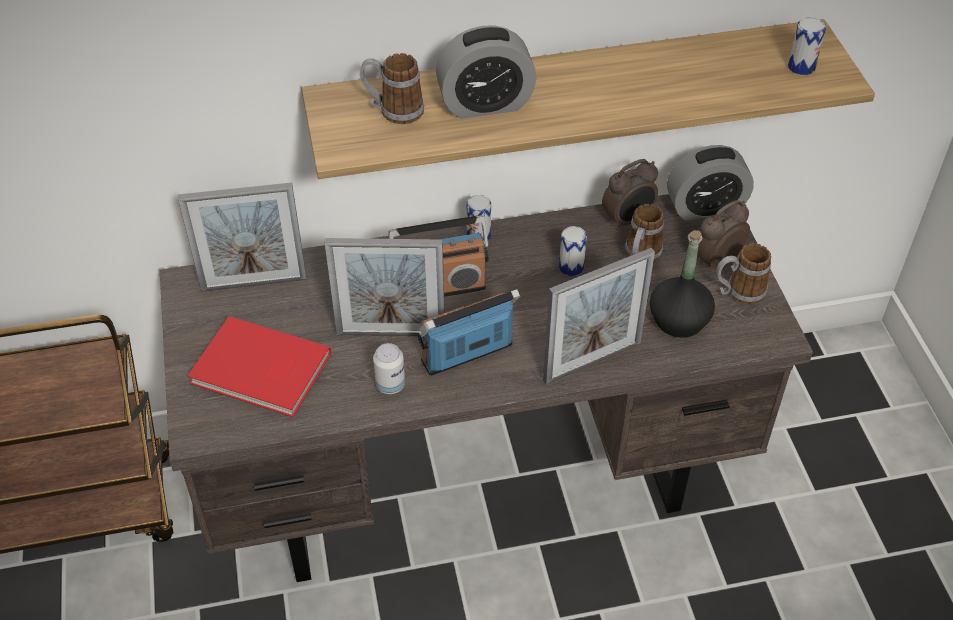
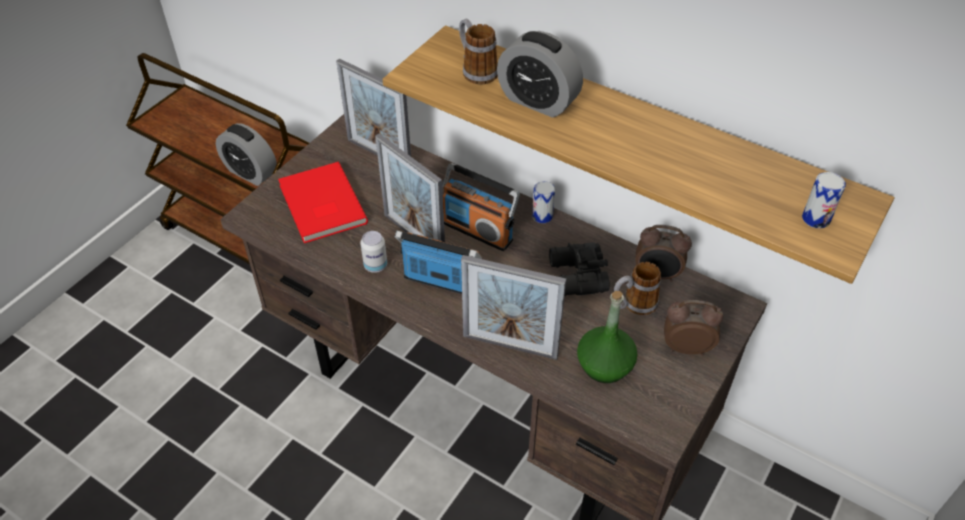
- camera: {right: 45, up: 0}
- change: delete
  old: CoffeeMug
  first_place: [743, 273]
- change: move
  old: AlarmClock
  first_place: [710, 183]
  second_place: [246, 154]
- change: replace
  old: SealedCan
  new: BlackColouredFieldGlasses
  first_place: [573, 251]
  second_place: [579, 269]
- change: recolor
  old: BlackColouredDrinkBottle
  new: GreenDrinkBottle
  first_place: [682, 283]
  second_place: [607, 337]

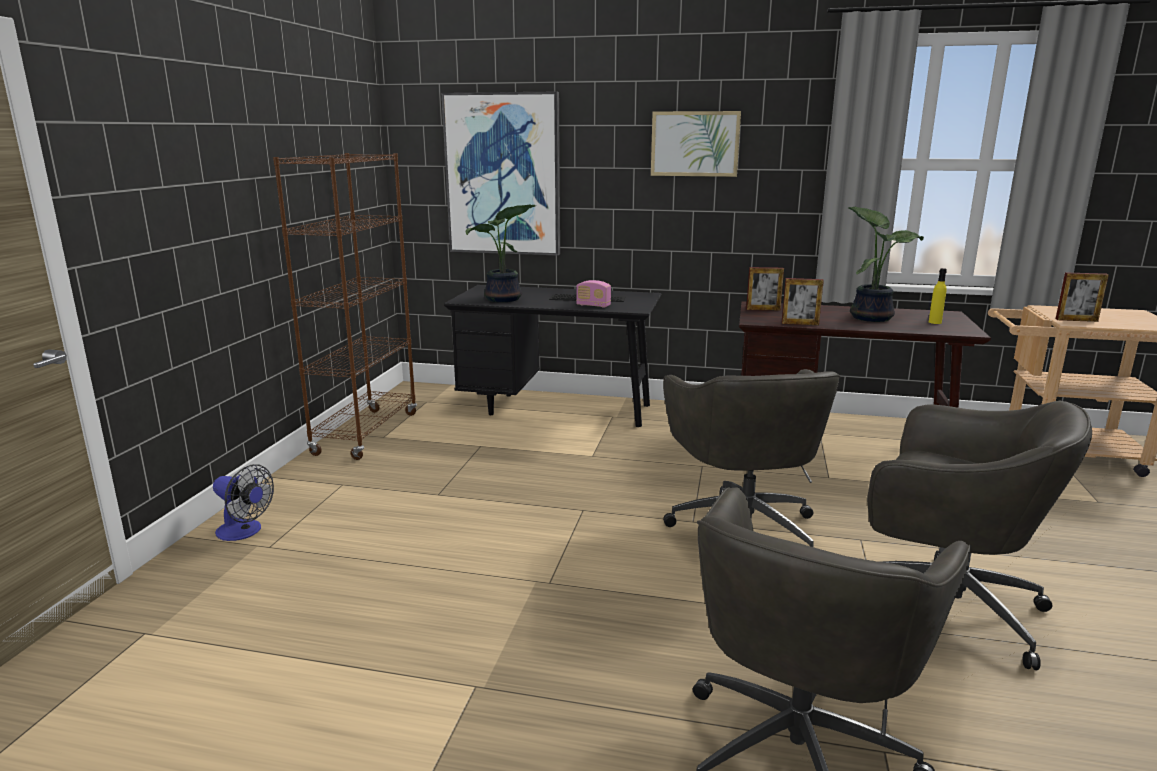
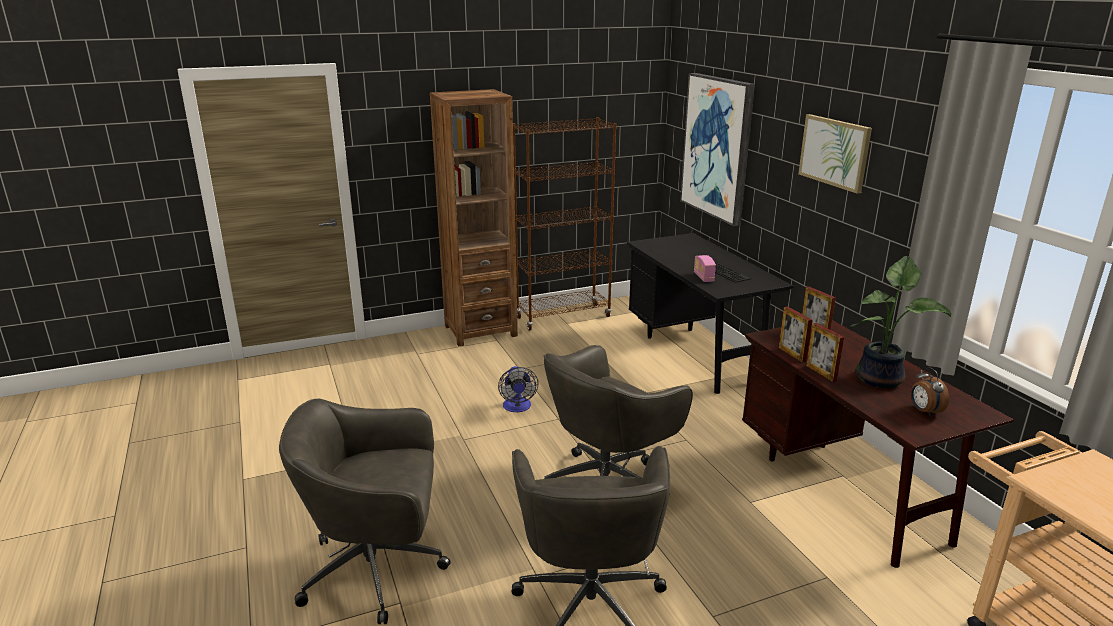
- camera: {right: 55, up: 5}
- change: delete
  old: PlantInAPot
  first_place: [501, 253]
- change: insert
  new: BrownishBookcase
  second_place: [474, 218]
- change: move
  old: Fan
  first_place: [243, 502]
  second_place: [518, 389]
- change: move
  old: PhotoFrame
  first_place: [1082, 297]
  second_place: [825, 352]
- change: replace
  old: YellowColouredDrinkBottle
  new: AlarmClock
  first_place: [938, 296]
  second_place: [930, 391]

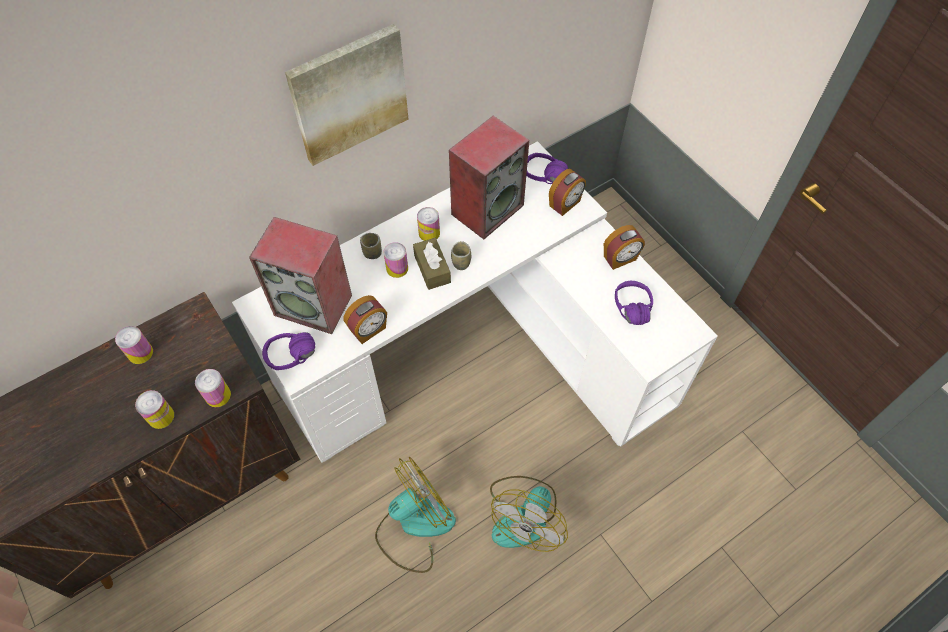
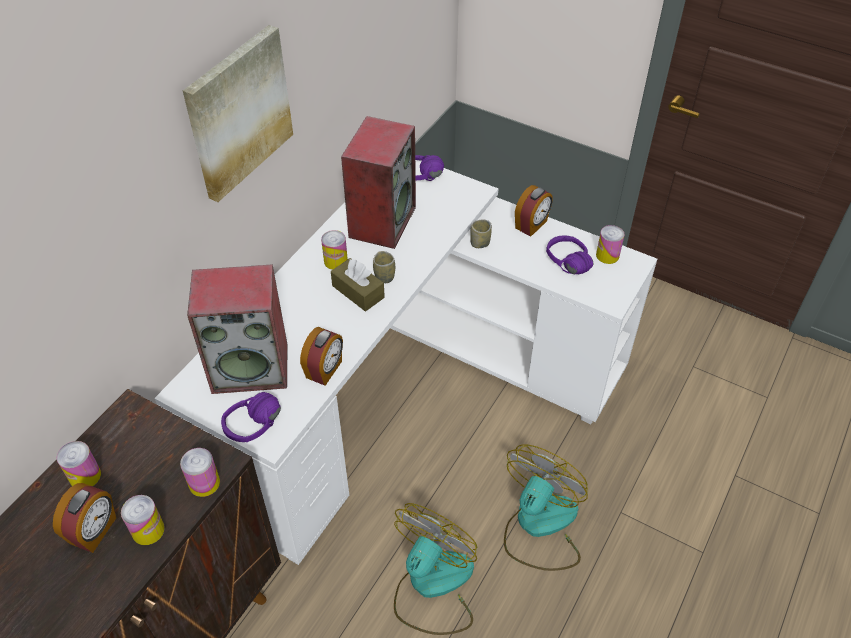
- camera: {right: -25, up: -10}
- change: move
  old: DrinkingCup
  first_place: [371, 246]
  second_place: [481, 234]
- change: move
  old: SealedCan
  first_place: [395, 260]
  second_place: [610, 244]
- change: move
  old: AlarmClock
  first_place: [567, 192]
  second_place: [84, 518]
- change: rotate
  old: Fan
  first_place: [529, 514]
  second_place: [546, 507]
  degrees: -150

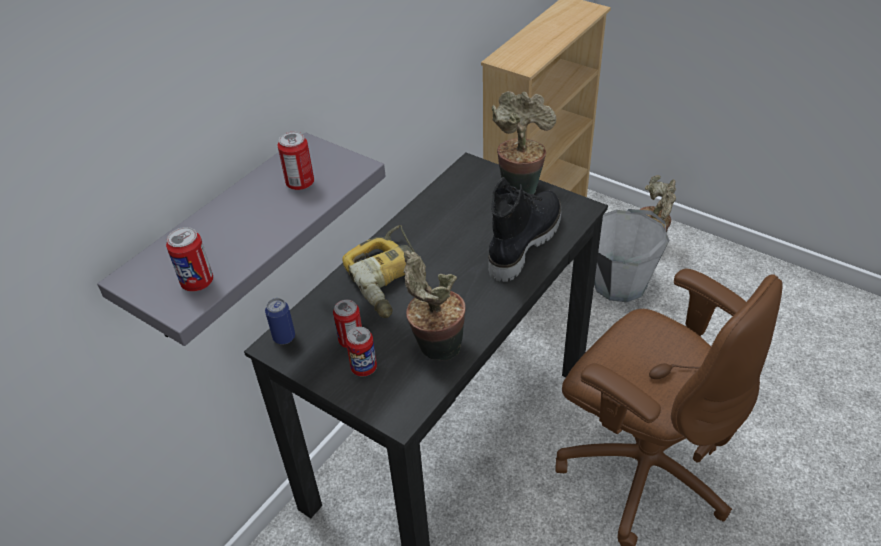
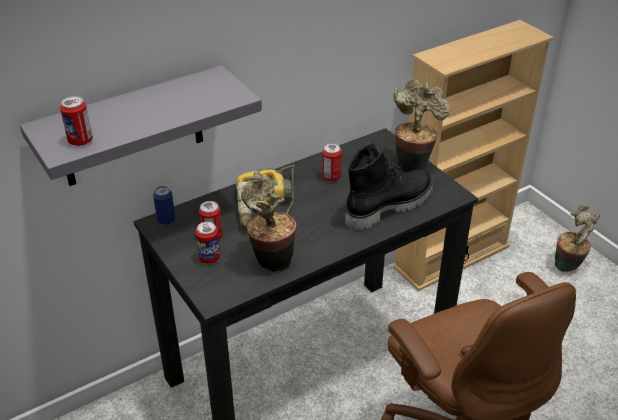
- camera: {right: 20, up: -5}
- change: delete
  old: GreyWaterBucket
  first_place: [632, 255]
- change: move
  old: SealedCan
  first_place: [296, 160]
  second_place: [332, 162]

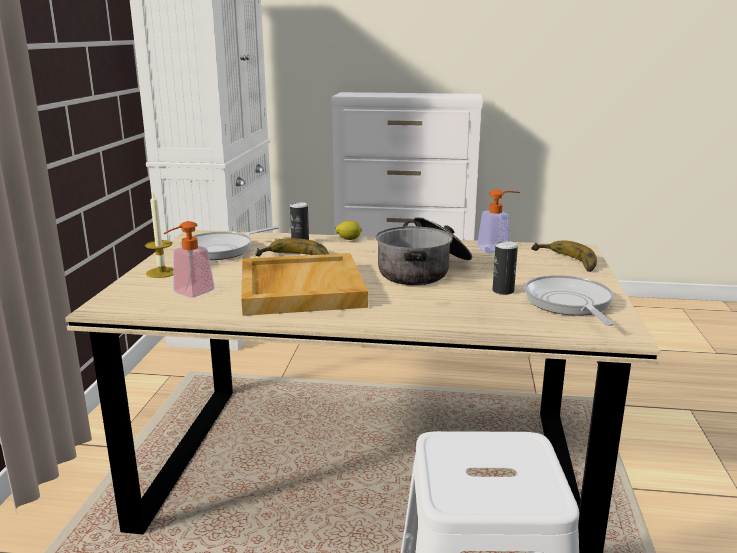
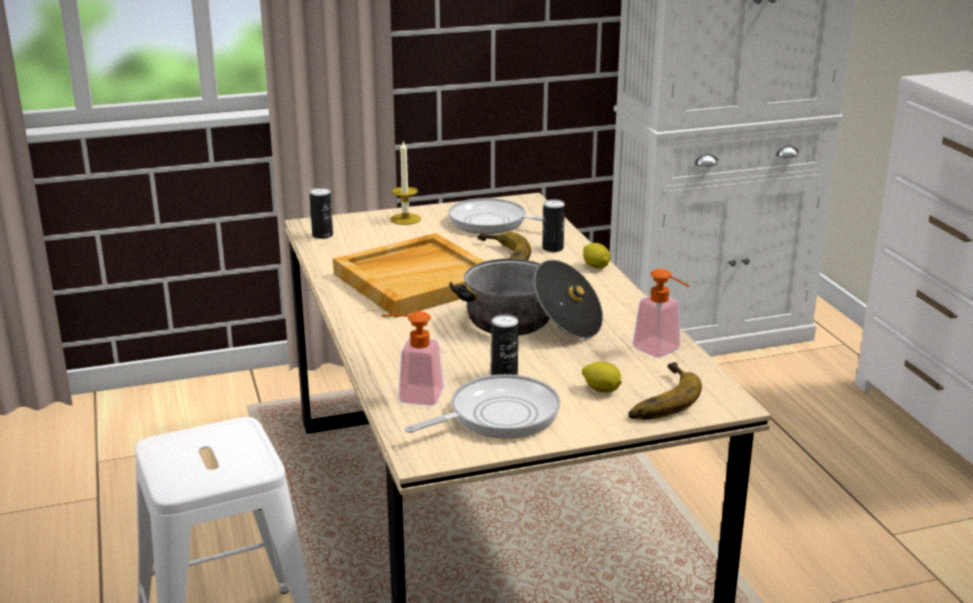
- camera: {right: 65, up: 5}
- change: insert
  new: SealedCan
  second_place: [321, 213]
- change: insert
  new: WholeLemon
  second_place: [602, 377]
- change: move
  old: SoapBottle
  first_place: [189, 259]
  second_place: [412, 358]

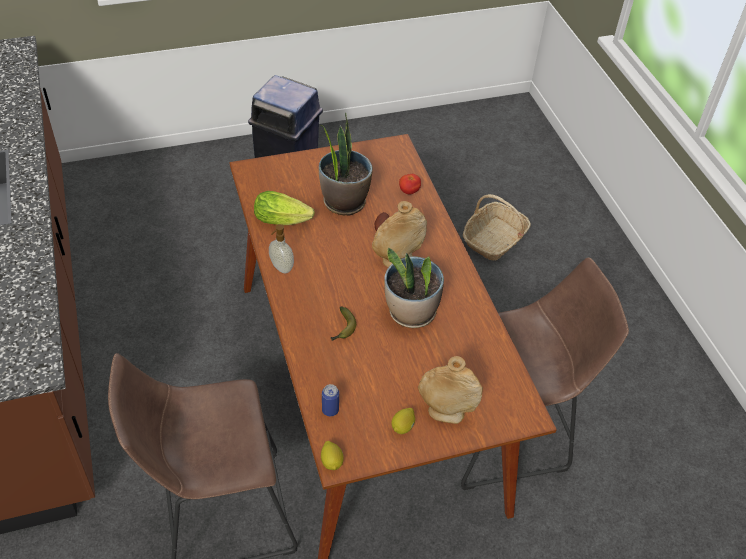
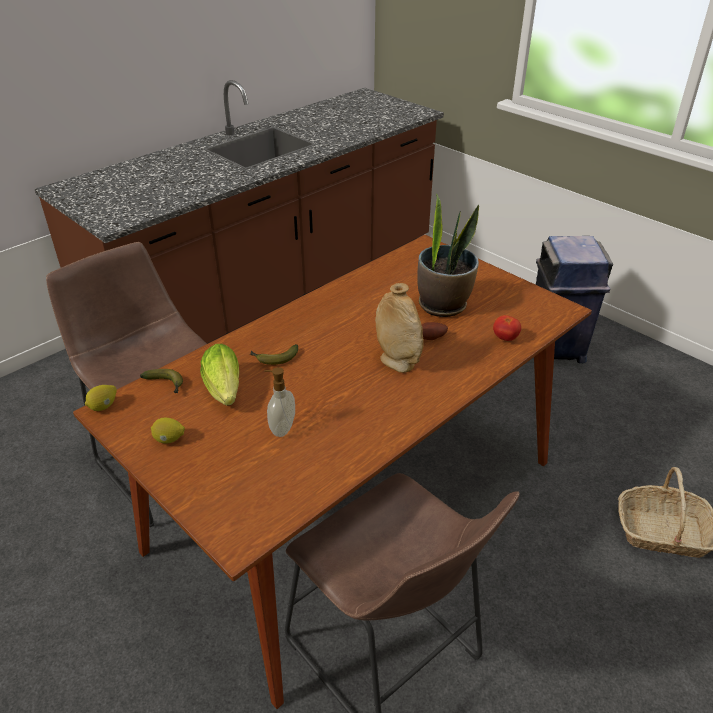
- camera: {right: 65, up: -10}
- change: delete
  old: PlantInAPot
  first_place: [414, 288]
- change: delete
  old: SandColouredVase
  first_place: [450, 390]
- change: move
  old: Lettuce
  first_place: [284, 208]
  second_place: [219, 375]
- change: move
  old: SoapBottle
  first_place: [281, 248]
  second_place: [279, 402]
- change: replace
  old: SealedCan
  new: BananaFruit
  first_place: [330, 400]
  second_place: [161, 381]

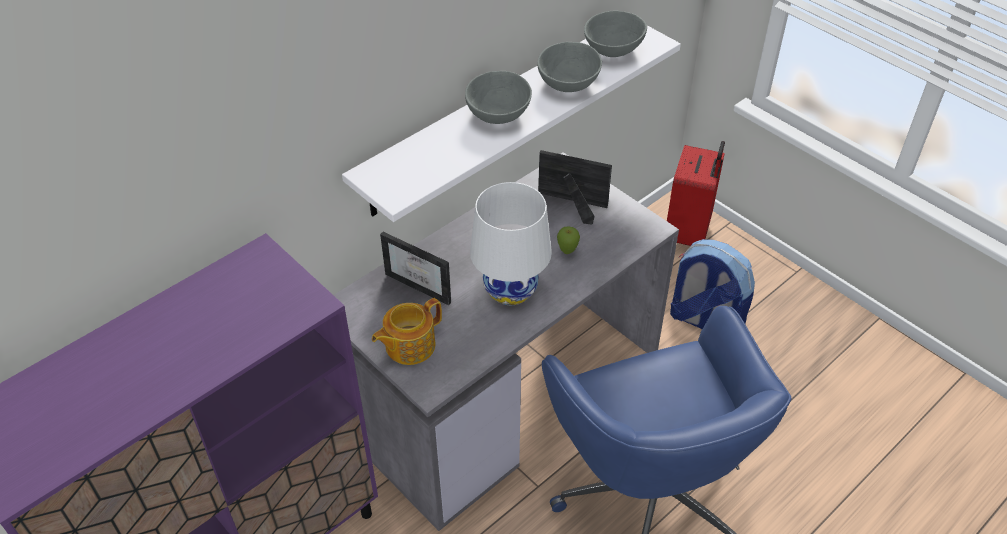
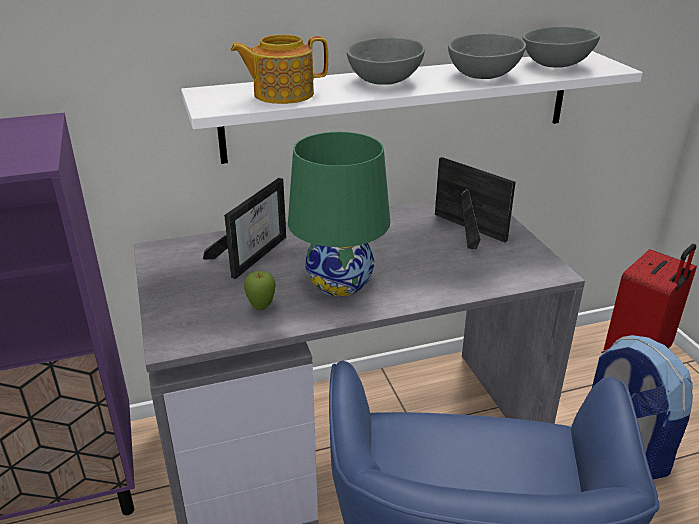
- camera: {right: 25, up: -15}
- change: move
  old: PotForTea
  first_place: [407, 331]
  second_place: [279, 69]
- change: move
  old: WholeApple
  first_place: [568, 240]
  second_place: [259, 290]
- change: recolor
  old: WhiteColouredTableLamp
  new: GreenTableLamp
  first_place: [511, 243]
  second_place: [339, 214]
- change: rotate
  old: PhotoFrame
  first_place: [415, 268]
  second_place: [244, 228]
  degrees: -120

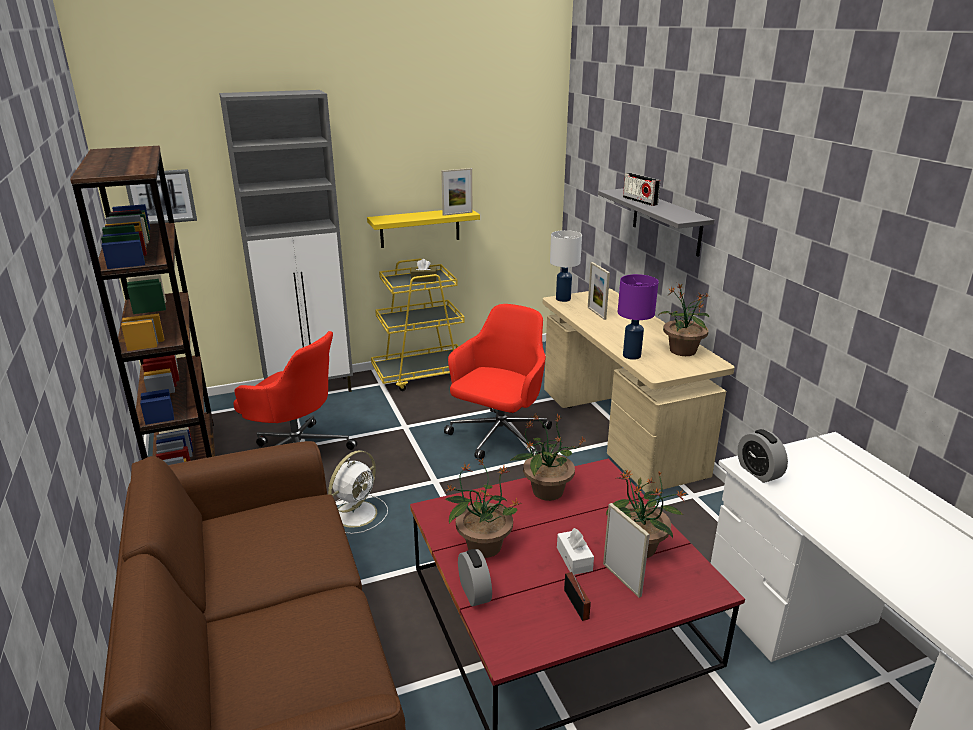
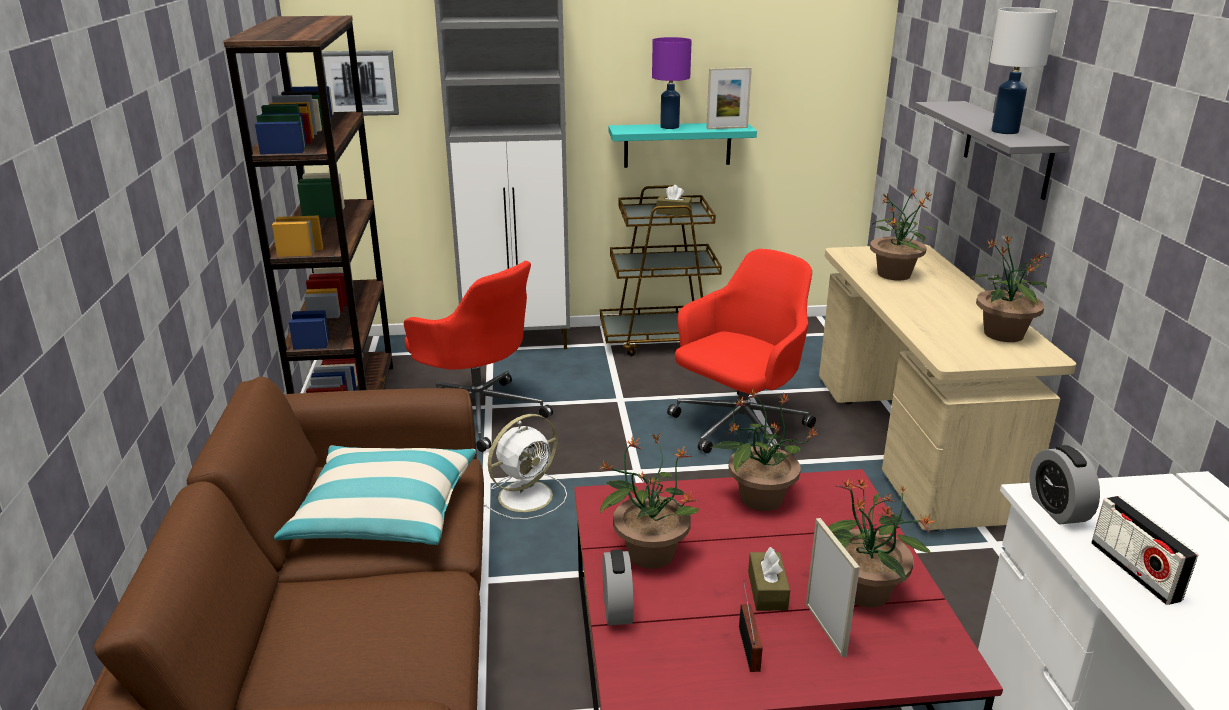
- camera: {right: 15, up: 0}
- change: insert
  new: Cushion
  second_place: [375, 495]
- change: move
  old: WhiteColouredTableLamp
  first_place: [566, 266]
  second_place: [1023, 70]
- change: move
  old: PurpleTableLamp
  first_place: [638, 317]
  second_place: [672, 83]
- change: move
  old: RadioReceiver
  first_place: [641, 189]
  second_place: [1144, 550]
- change: replace
  old: PhotoFrame
  new: PlantInAPot
  first_place: [599, 291]
  second_place: [903, 234]
- change: recolor
  old: YellowColouredShelf
  new: TurquoiseColouredShelf
  first_place: [423, 229]
  second_place: [682, 145]
- change: recolor
  old: YellowColouredCart
  new: BrownishCart
  first_place: [418, 325]
  second_place: [661, 270]
- change: recolor
  old: WhiteColouredTissueBox
  new: BrownishTissueBox
  first_place: [575, 551]
  second_place: [769, 579]

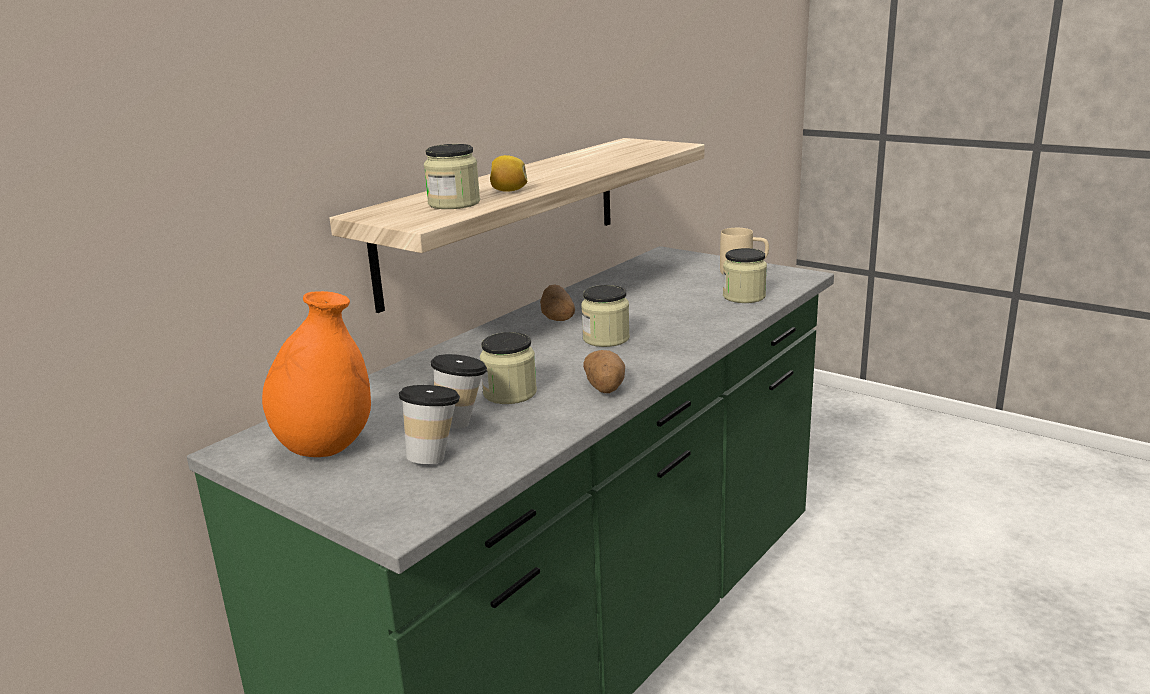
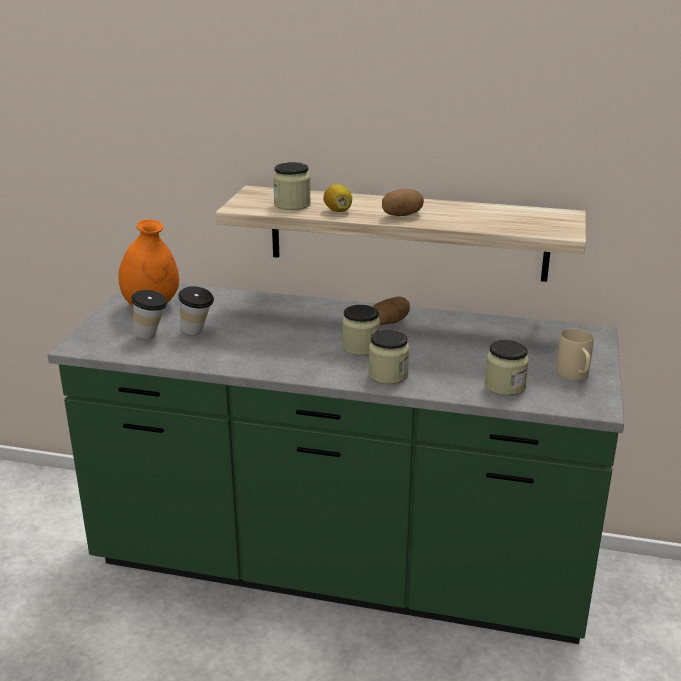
- camera: {right: 65, up: 5}
- change: move
  old: PreserveJar
  first_place: [508, 368]
  second_place: [388, 357]
- change: move
  old: Spud
  first_place: [604, 371]
  second_place: [403, 202]

